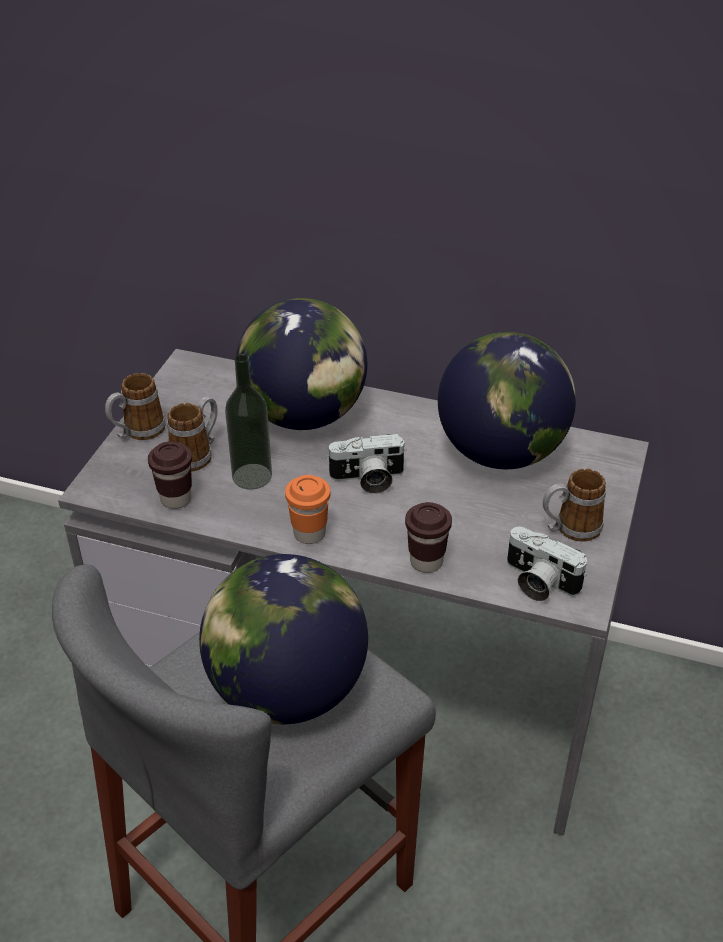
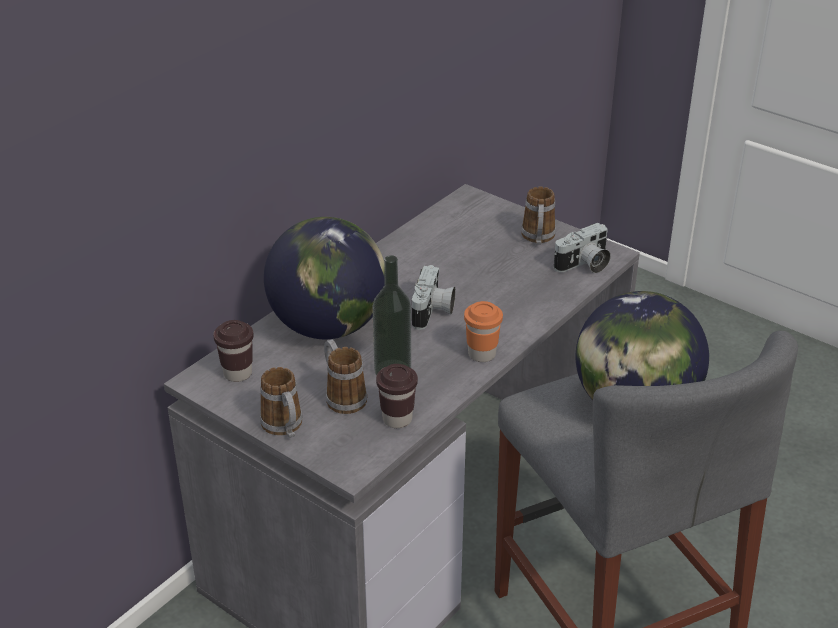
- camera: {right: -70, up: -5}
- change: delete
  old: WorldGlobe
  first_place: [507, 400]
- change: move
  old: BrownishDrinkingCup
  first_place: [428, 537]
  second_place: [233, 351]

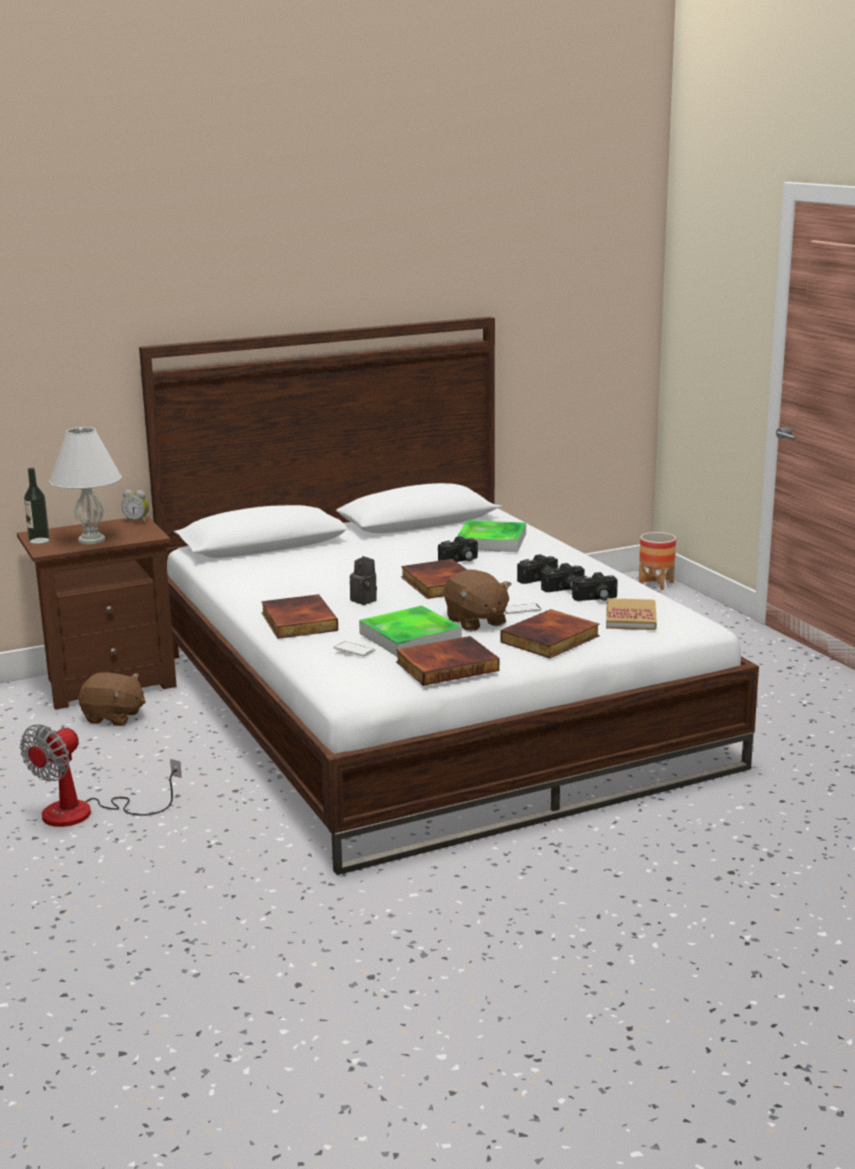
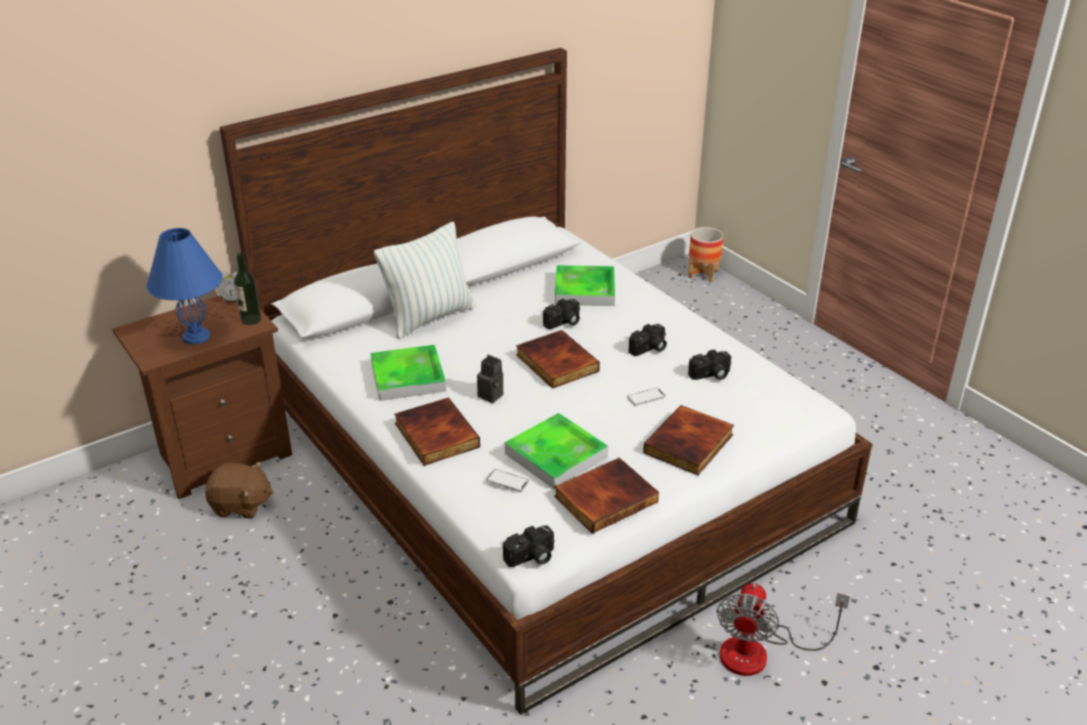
- camera: {right: -10, up: 15}
- change: delete
  old: BrownishPlushToy
  first_place: [477, 600]
- change: delete
  old: Volume
  first_place: [631, 614]
- change: insert
  new: CarryingTray
  second_place: [408, 373]
- change: insert
  new: Cushion
  second_place: [425, 280]
- change: move
  old: Fan
  first_place: [101, 775]
  second_place: [783, 629]
- change: move
  old: DrinkBottle
  first_place: [37, 506]
  second_place: [247, 289]
- change: move
  old: StillCamera
  first_place: [563, 577]
  second_place: [528, 546]
- change: recolor
  old: WhiteColouredTableLamp
  new: BlueColouredTableLamp
  first_place: [85, 485]
  second_place: [184, 286]

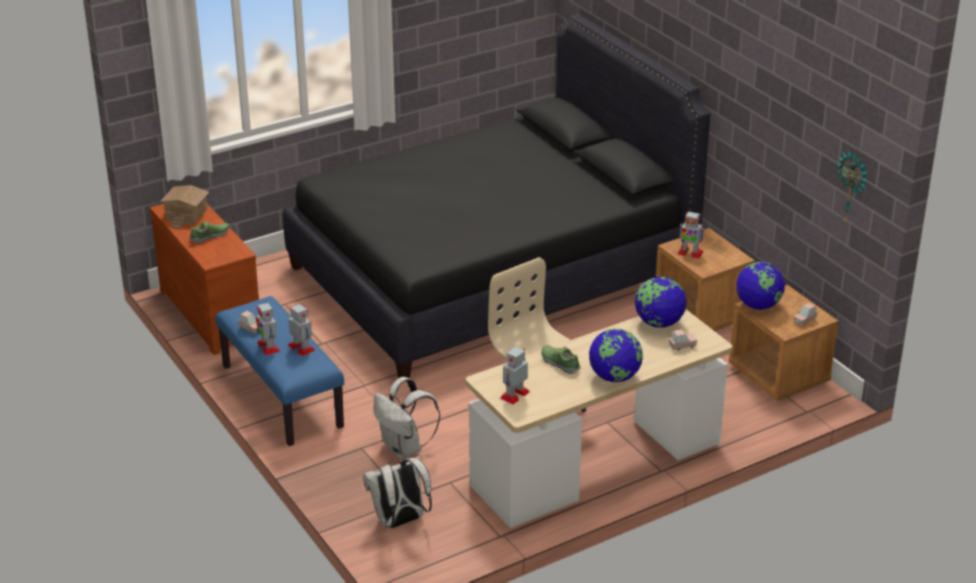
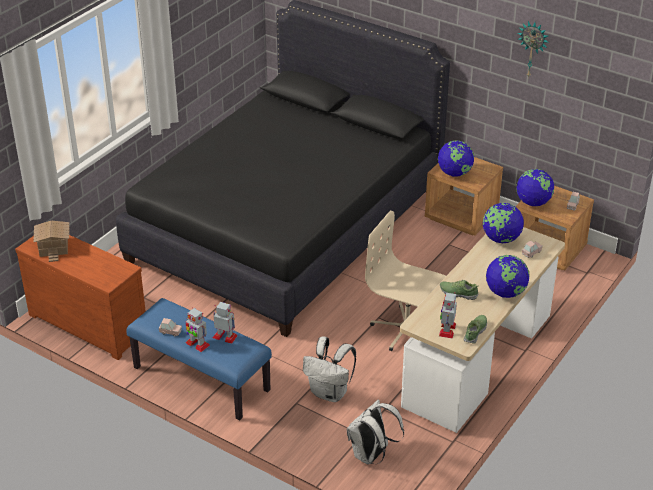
- camera: {right: -25, up: 5}
- change: move
  old: Shoe
  first_place: [209, 233]
  second_place: [475, 329]
- change: move
  old: ClockOnTheWall
  first_place: [852, 187]
  second_place: [533, 49]
- change: replace
  old: ToyRobot
  new: WorldGlobe
  first_place: [690, 235]
  second_place: [456, 158]

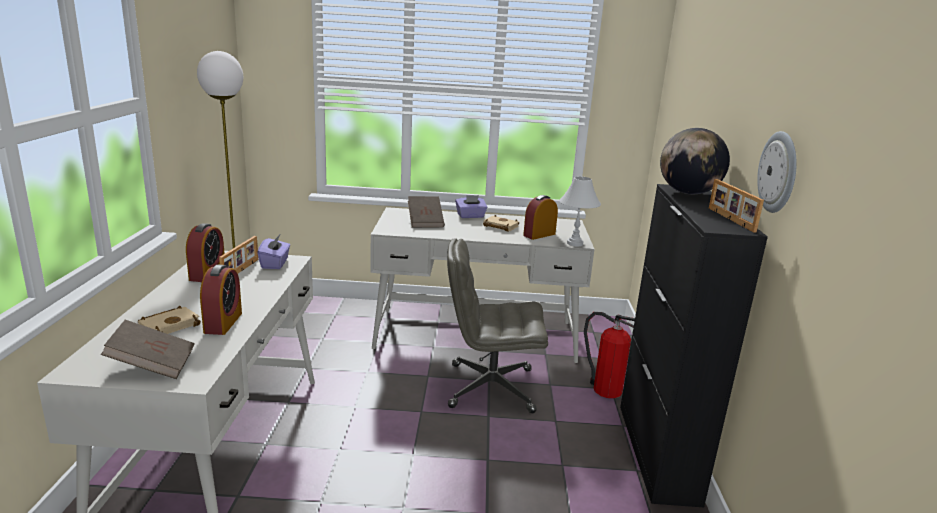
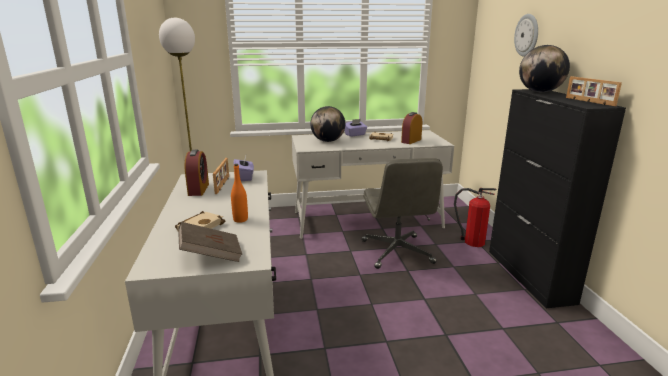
- camera: {right: -10, up: 0}
- change: delete
  old: WhiteColouredTableLamp
  first_place: [580, 211]
- change: move
  old: ClockOnTheWall
  first_place: [777, 172]
  second_place: [526, 35]
- change: replace
  old: AlarmClock
  new: OrangeColouredDrinkBottle
  first_place: [221, 300]
  second_place: [239, 193]
- change: replace
  old: BrownishVolume
  new: WorldGlobe
  first_place: [426, 211]
  second_place: [327, 124]
- change: rotate
  old: GreyOfficeChair
  first_place: [497, 325]
  second_place: [402, 213]
  degrees: -90

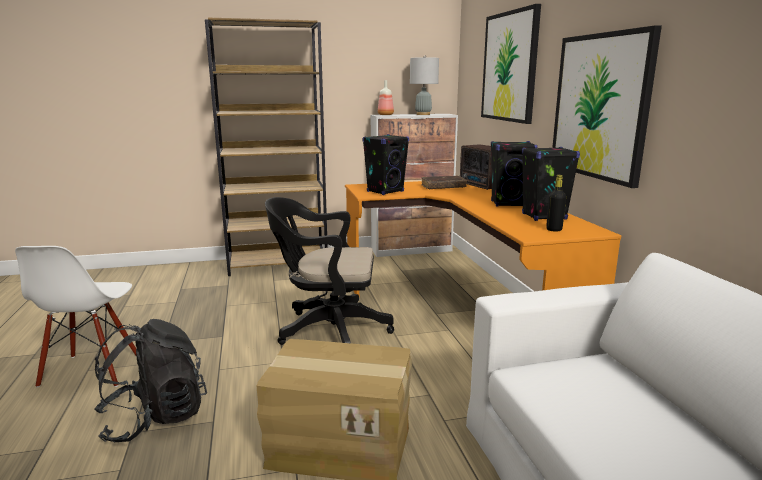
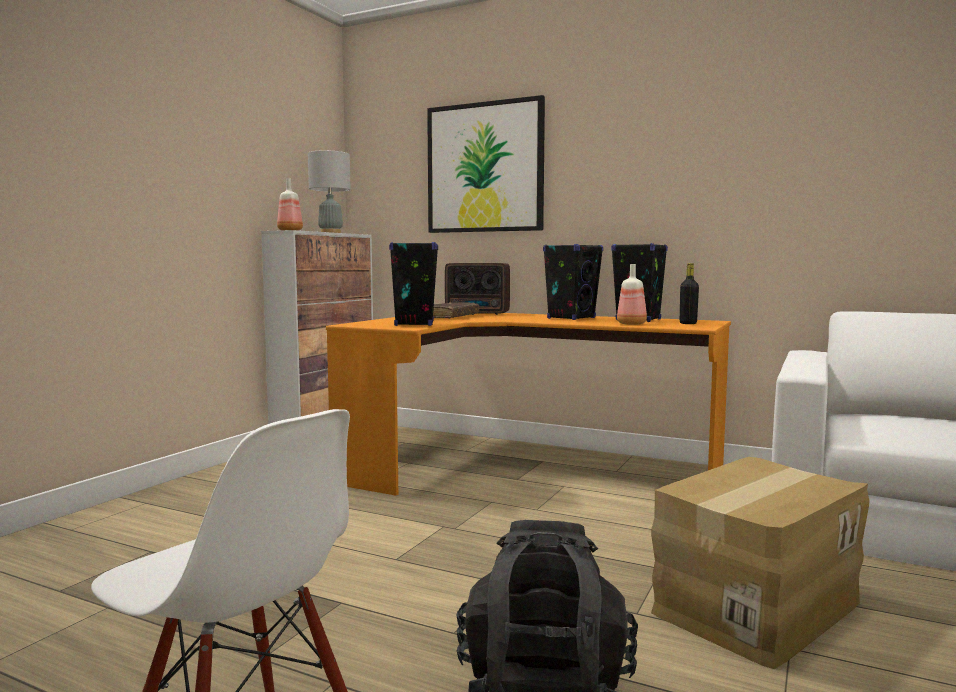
- camera: {right: -50, up: -10}
- change: delete
  old: BrownishBookcase
  first_place: [266, 146]
- change: delete
  old: BlackColouredOfficeChair
  first_place: [329, 271]
- change: delete
  old: WallPicture
  first_place: [607, 106]
- change: insert
  new: DrinkBottle
  second_place: [632, 294]

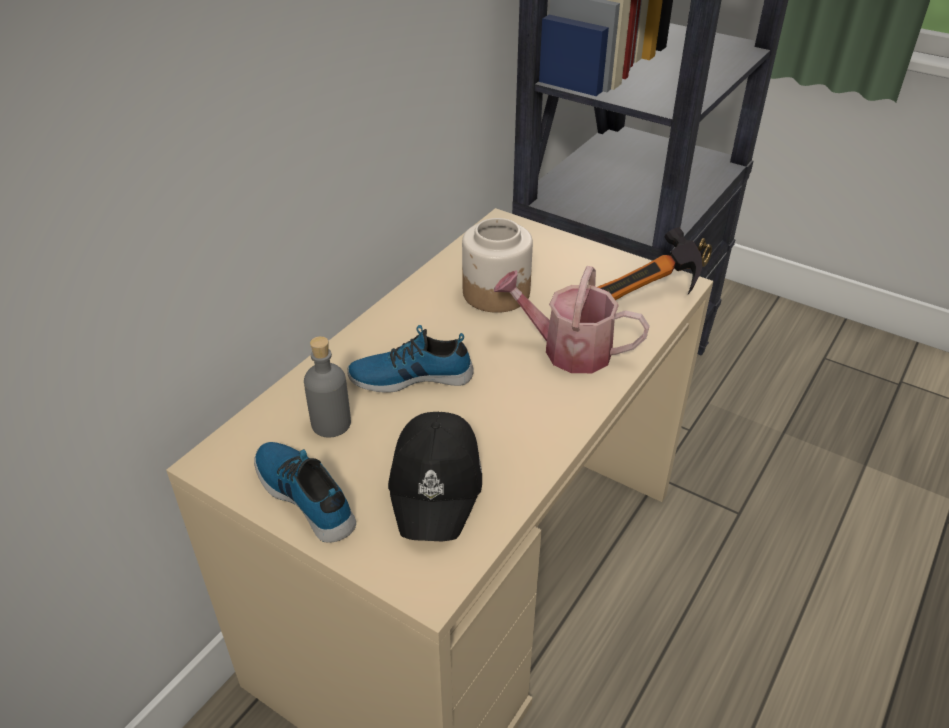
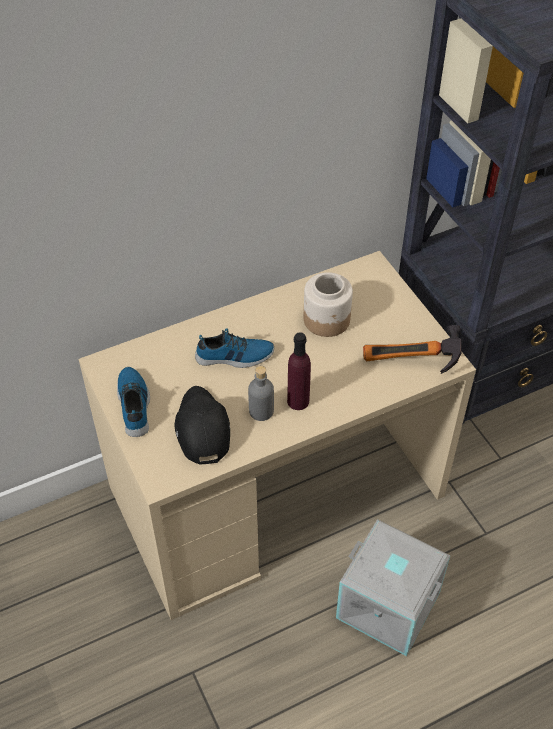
- camera: {right: 30, up: 10}
- change: delete
  old: WateringCan
  first_place: [572, 319]
- change: insert
  new: PurpleDrinkBottle
  second_place: [299, 371]
- change: insert
  new: GreyStorageBox
  second_place: [393, 587]
- change: move
  old: GreyDrinkBottle
  first_place: [327, 386]
  second_place: [261, 393]
- change: rotate
  old: Shoe
  first_place: [410, 359]
  second_place: [234, 348]
  degrees: 150
- change: rotate
  old: BlackColouredBaseballCap
  first_place: [435, 476]
  second_place: [202, 425]
  degrees: 135

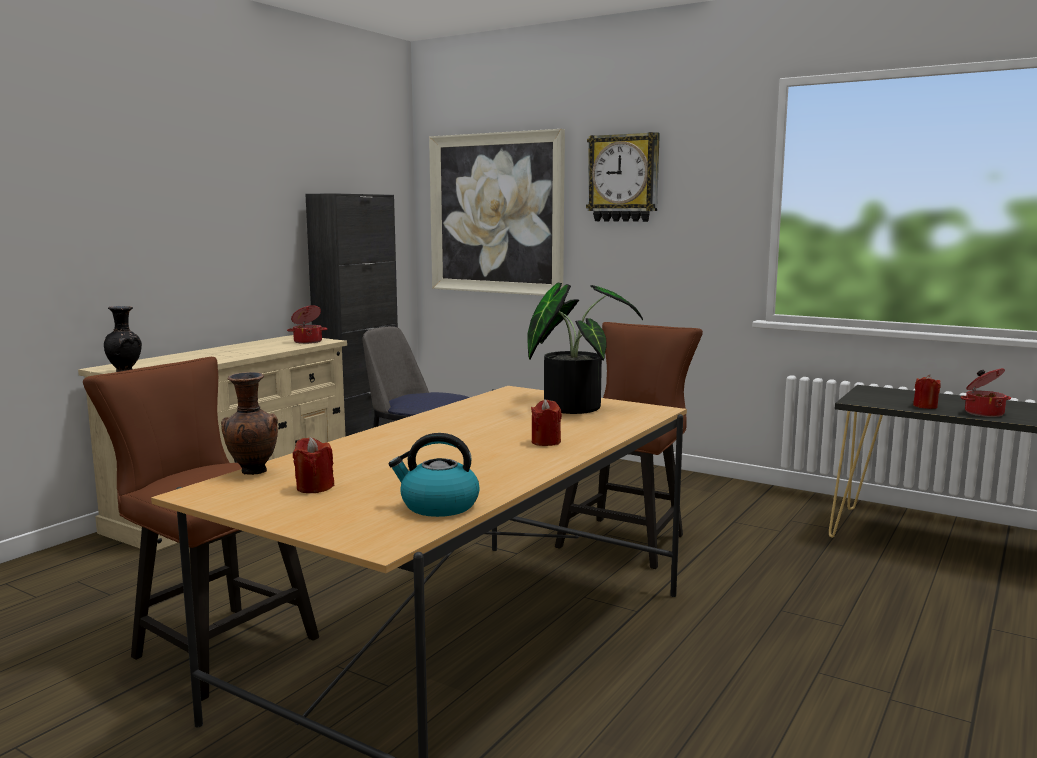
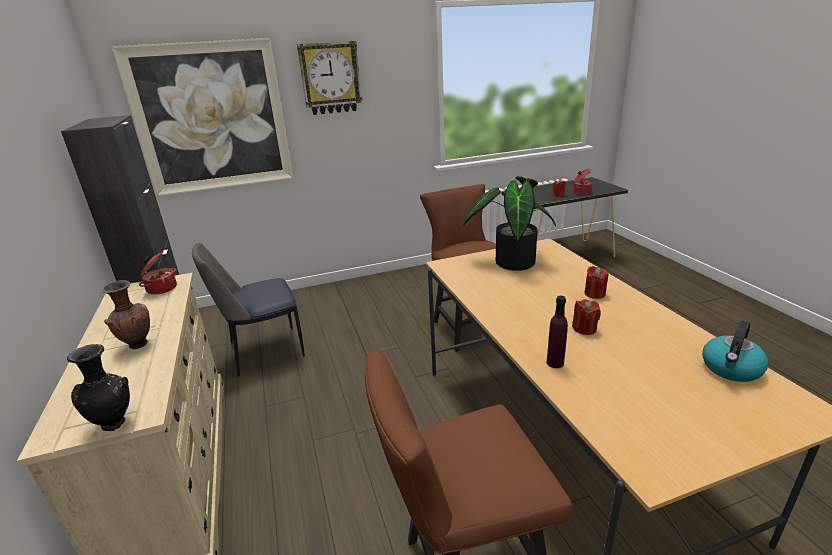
- camera: {right: -50, up: 15}
- change: insert
  new: PurpleDrinkBottle
  second_place: [557, 332]
- change: move
  old: BrownishVase
  first_place: [249, 423]
  second_place: [126, 314]
- change: move
  old: RedCandle
  first_place: [313, 465]
  second_place: [586, 317]

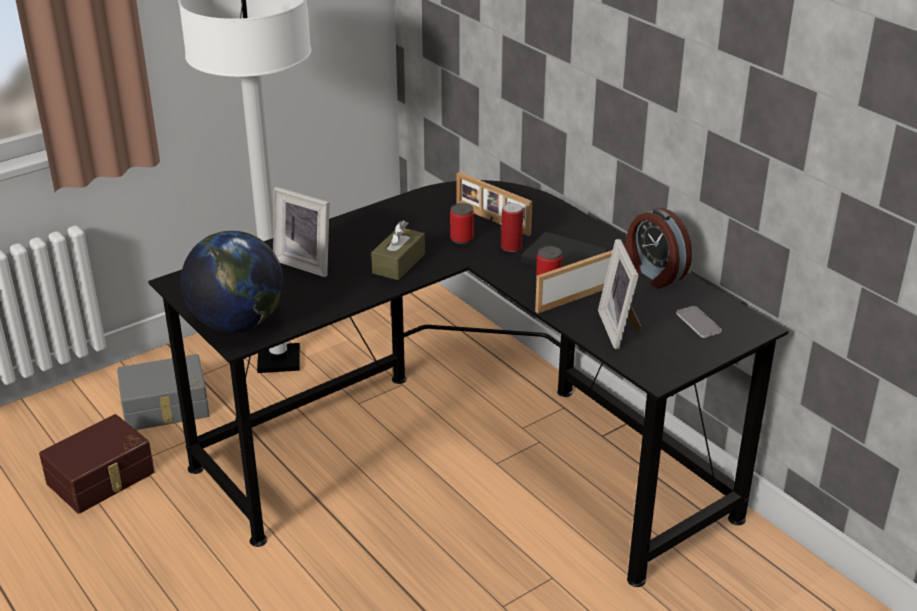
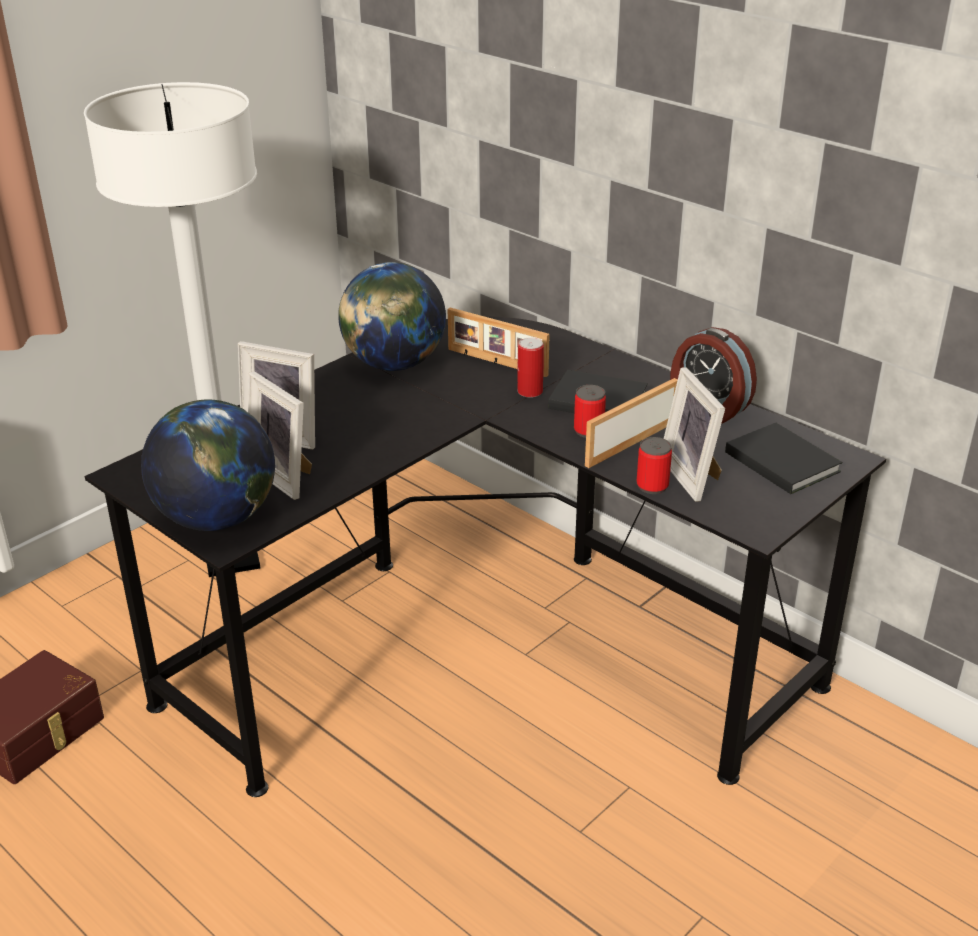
- camera: {right: -10, up: 0}
- change: delete
  old: GreyStorageBox
  first_place: [163, 392]
- change: delete
  old: BrownishTissueBox
  first_place: [398, 250]
- change: insert
  new: PhotoFrame
  second_place: [280, 435]
- change: insert
  new: WorldGlobe
  second_place: [392, 316]
- change: move
  old: SealedCan
  first_place: [462, 223]
  second_place: [654, 465]
- change: replace
  old: Handset
  new: BlackColouredVolume
  first_place: [699, 322]
  second_place: [783, 458]

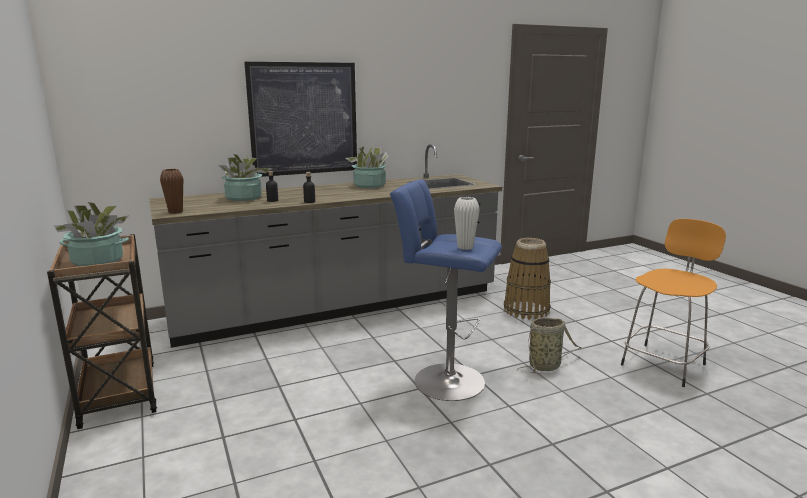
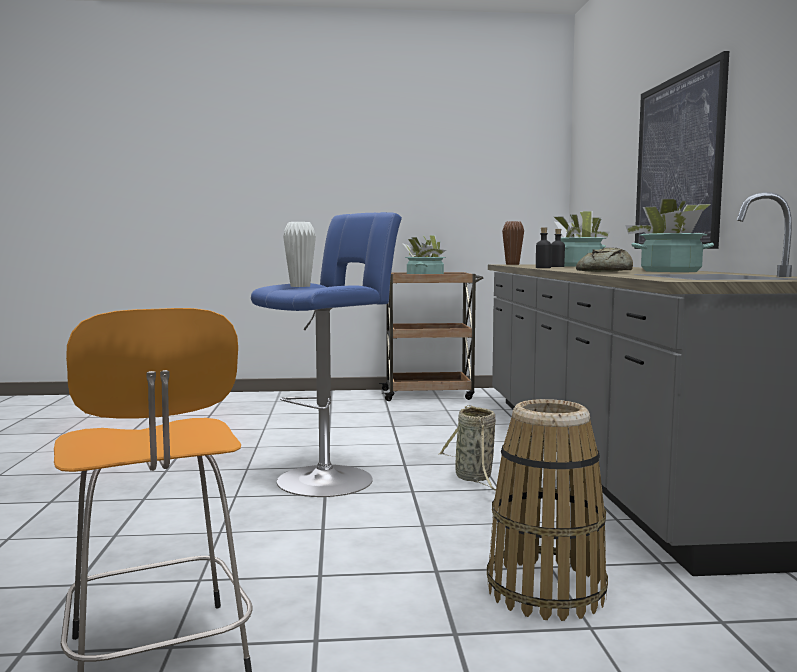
- camera: {right: 110, up: -10}
- change: insert
  new: BakedBread
  second_place: [604, 260]
- change: move
  old: StorageBasket
  first_place: [549, 345]
  second_place: [467, 448]

